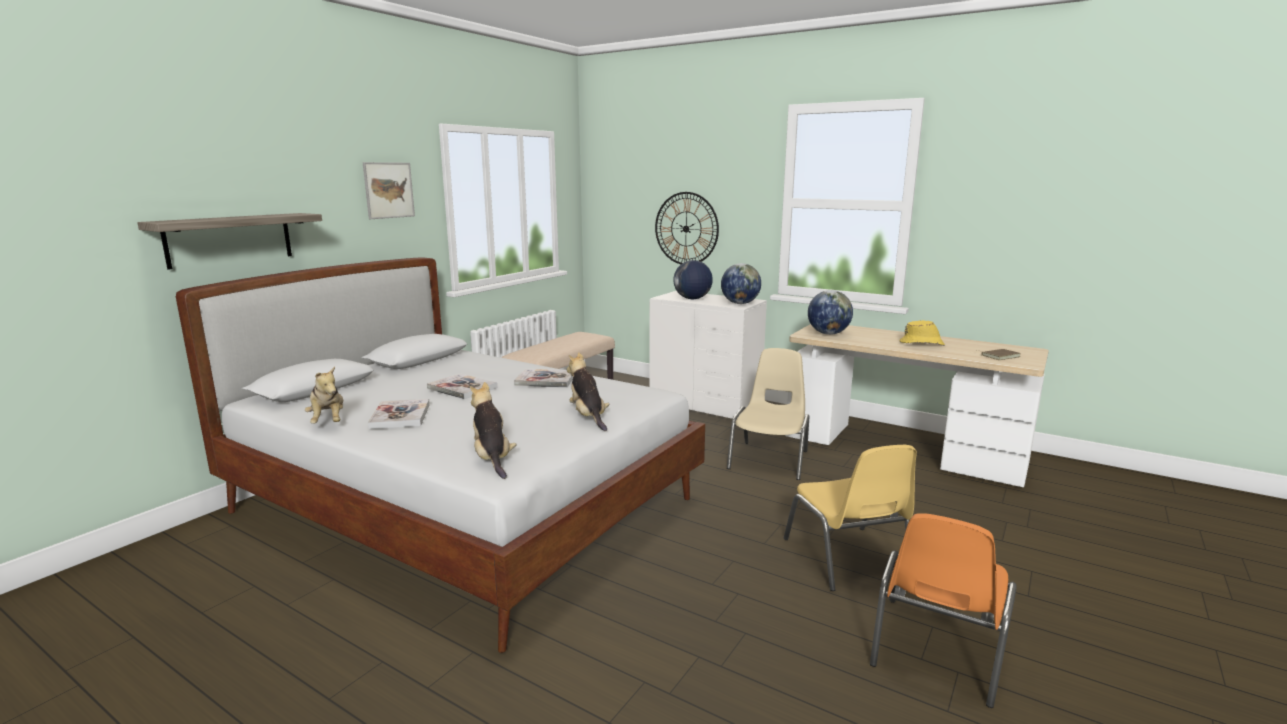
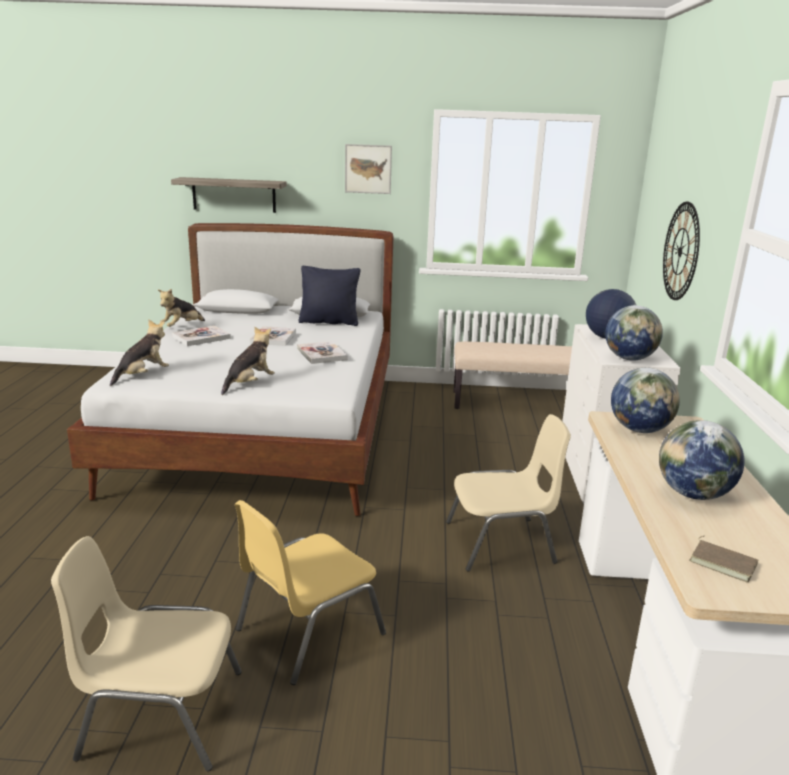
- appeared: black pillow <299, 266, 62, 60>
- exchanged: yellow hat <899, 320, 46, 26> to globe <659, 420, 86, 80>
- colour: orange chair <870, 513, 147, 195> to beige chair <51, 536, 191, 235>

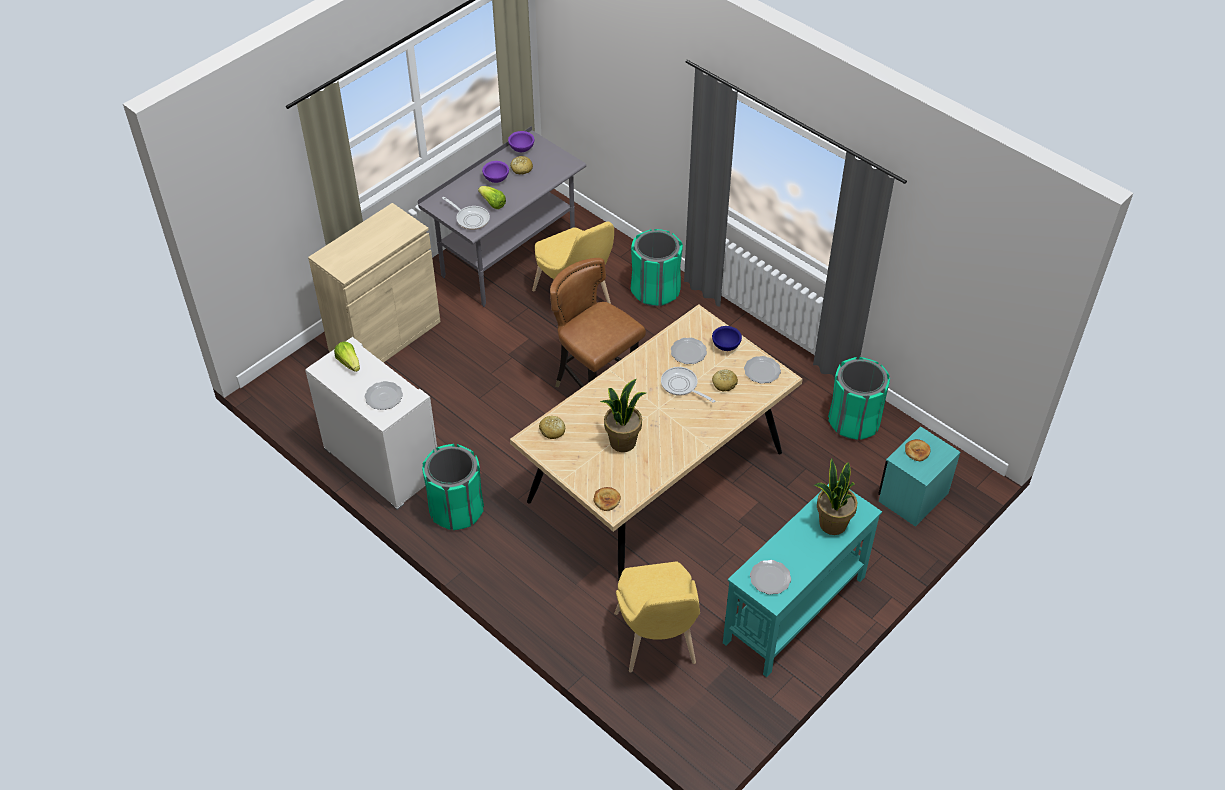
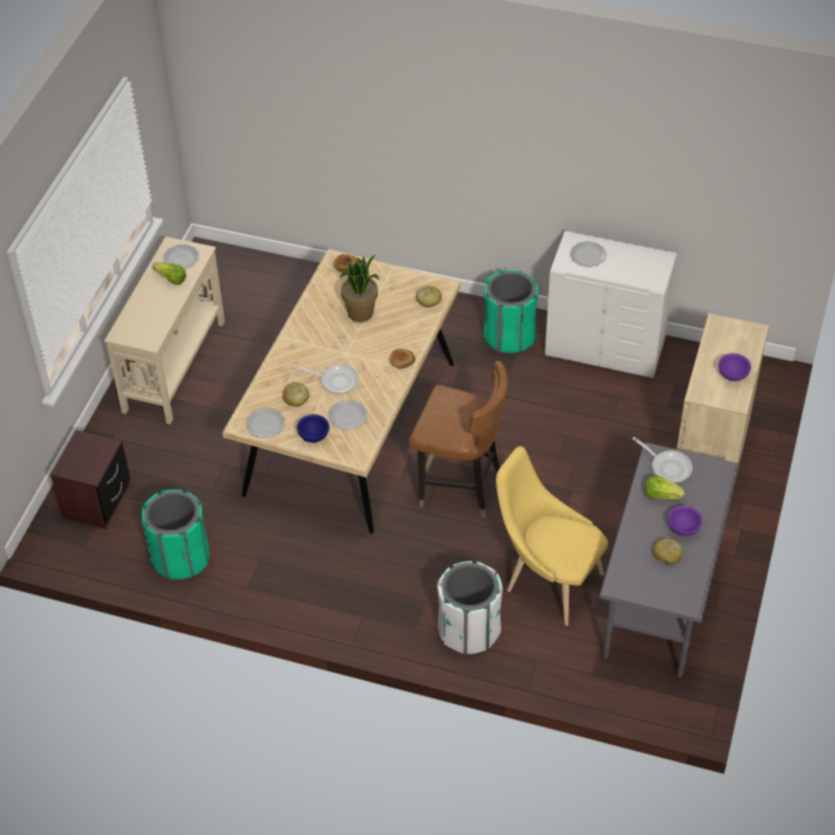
- missing: yellow chair <614, 562, 86, 111>
- missing: potted plant <814, 458, 43, 77>
- relocated: lettuce <334, 342, 26, 30> to <153, 262, 33, 23>
- relocated: purple bowl <508, 131, 26, 21> to <718, 353, 33, 28>
- relocated: bread <905, 439, 26, 22> to <389, 349, 27, 20>
- colour: green trash can <631, 229, 52, 77> to white trash can <437, 561, 66, 93>
- colour: turquoise console table <723, 484, 159, 193> to beige console table <104, 237, 121, 187>
- colour: turquoise nightstand <878, 426, 82, 101> to brown nightstand <50, 430, 80, 99>
- spun: frying pan <442, 197, 48, 33> = <632, 437, 61, 46> 150 degrees counterclockwise

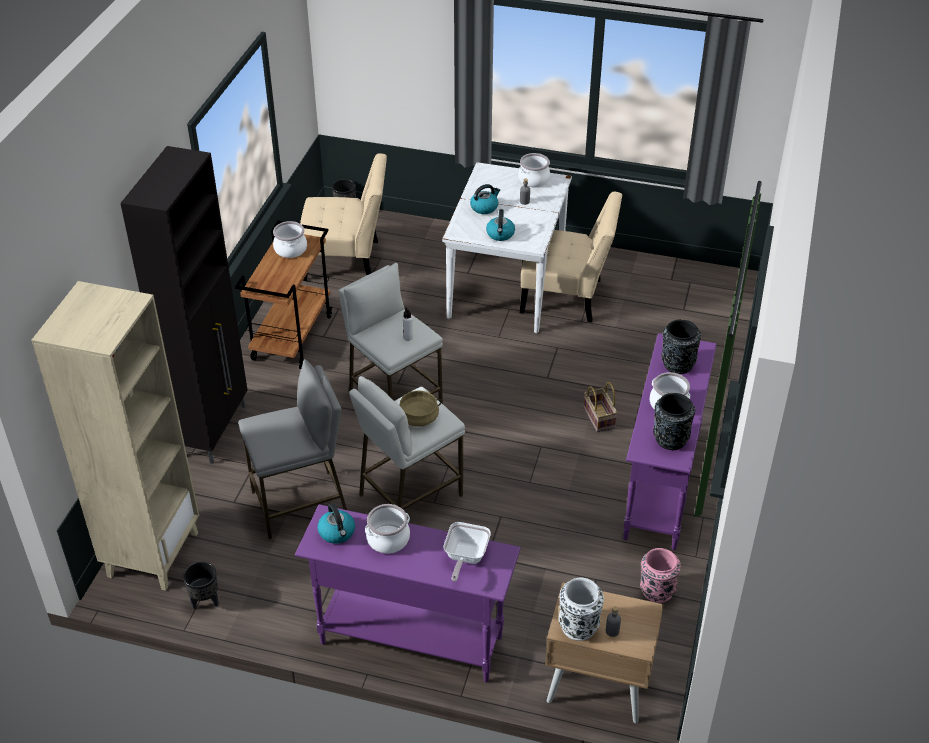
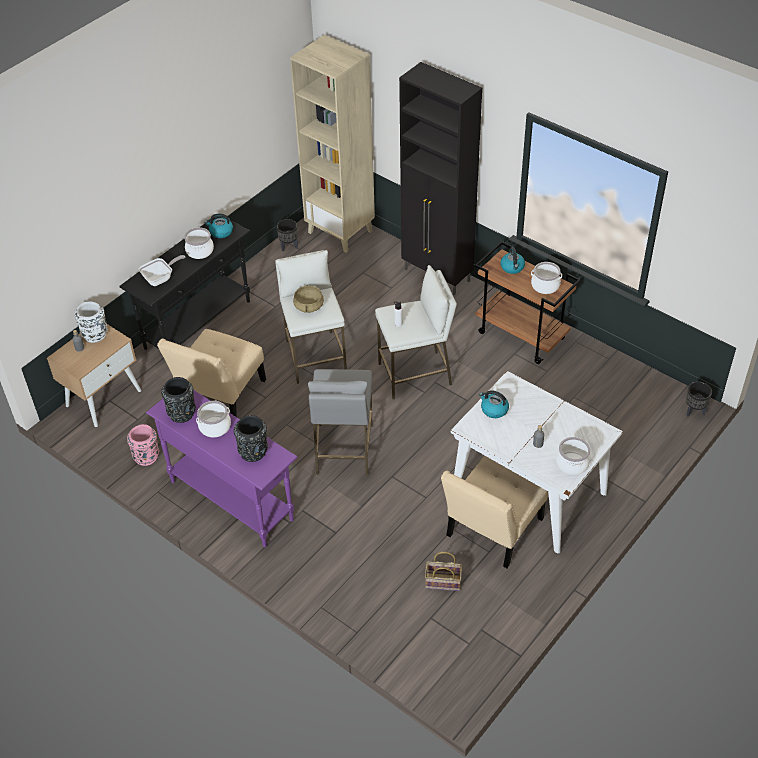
- relocated: grey stool <238, 359, 109, 180> to <308, 369, 64, 107>
- relocated: beige chair <300, 153, 87, 128> to <157, 329, 109, 88>
- relocated: kettle <470, 184, 30, 30> to <500, 247, 25, 27>
- relocated: basket <584, 382, 34, 50> to <425, 552, 37, 39>
- colour: purple console table <295, 504, 226, 179> to black console table <119, 213, 131, 137>
- spun: frying pan <443, 522, 48, 60> = <139, 255, 46, 31> 105 degrees clockwise

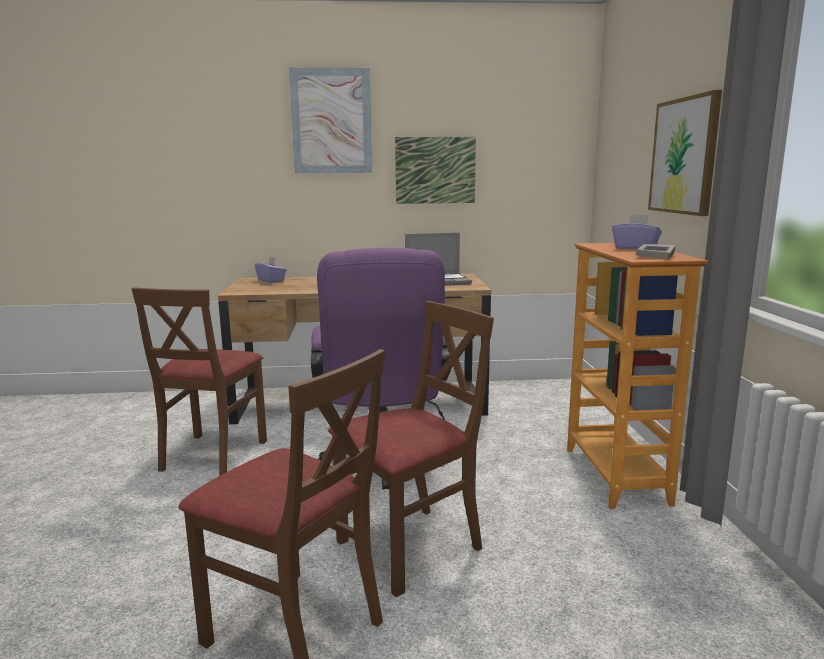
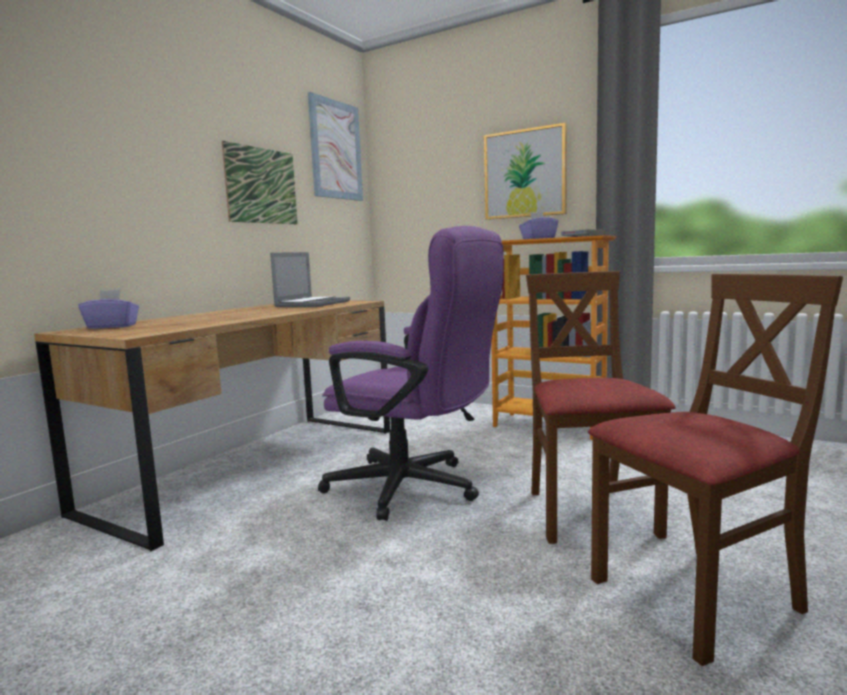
- missing: brown chair <132, 287, 135, 189>
- relocated: picture <289, 68, 83, 105> to <308, 92, 55, 109>

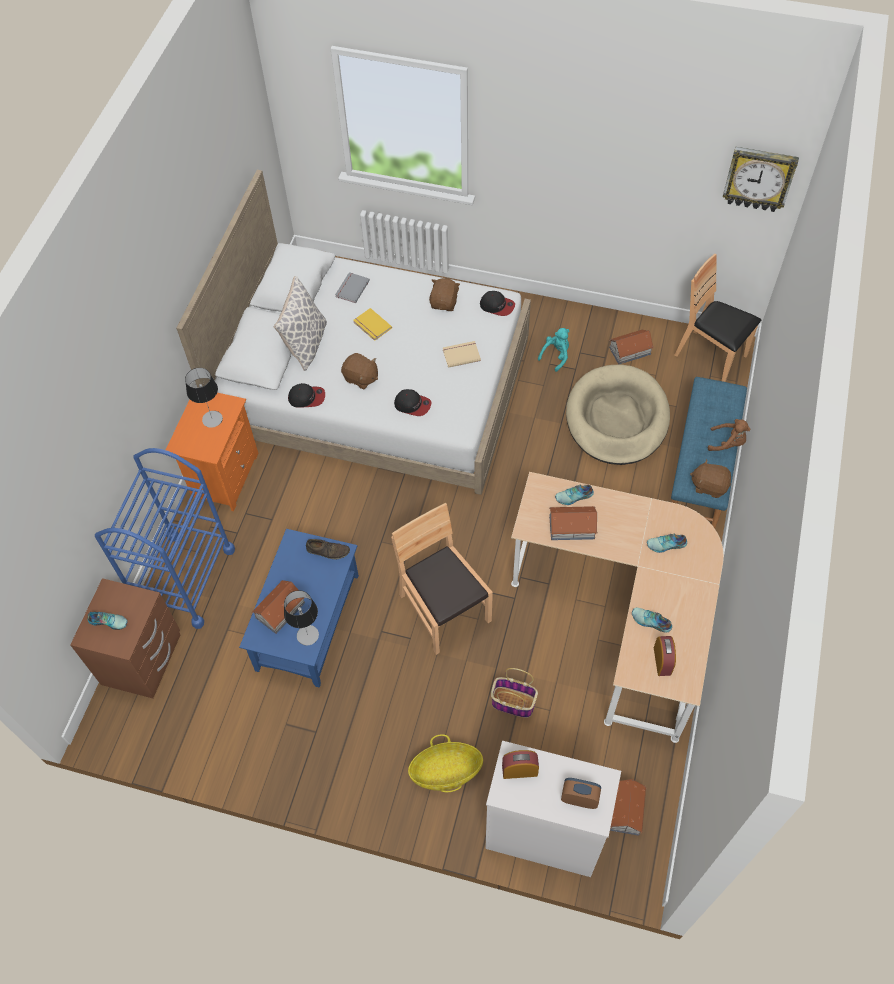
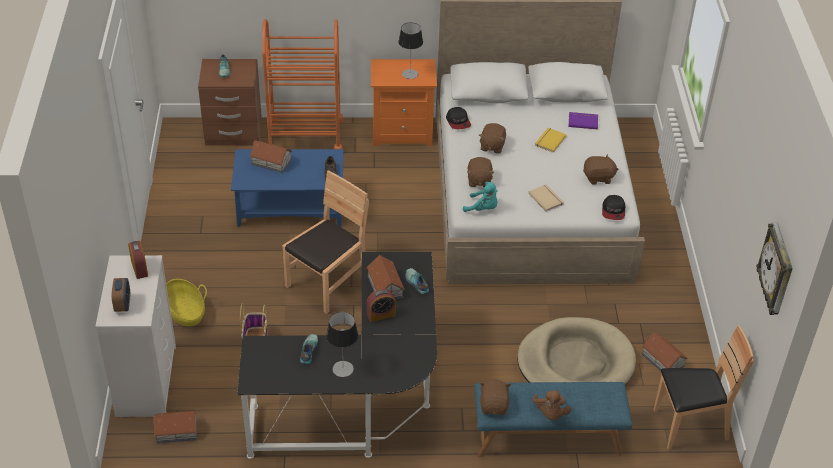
- missing: pillow <274, 276, 53, 95>
- missing: shoe <647, 534, 40, 19>
- relocated: table lamp <284, 590, 35, 55> to <326, 312, 32, 65>
- relocated: turquoise plush toy <538, 328, 31, 44> to <463, 182, 34, 30>
- relocated: alarm clock <654, 636, 22, 40> to <367, 289, 29, 33>
- exchanged: cap <394, 389, 38, 27> to brown plush toy <467, 157, 27, 30>
- colour: blue cart <95, 448, 140, 181> to orange cart <262, 19, 81, 130>
- colour: grey book <335, 272, 35, 31> to purple book <569, 112, 29, 18>
- colour: beige desk <511, 472, 213, 271> to black desk <237, 252, 200, 207>
- spun: brown chair <675, 254, 86, 128> = <654, 325, 100, 125> 60 degrees clockwise

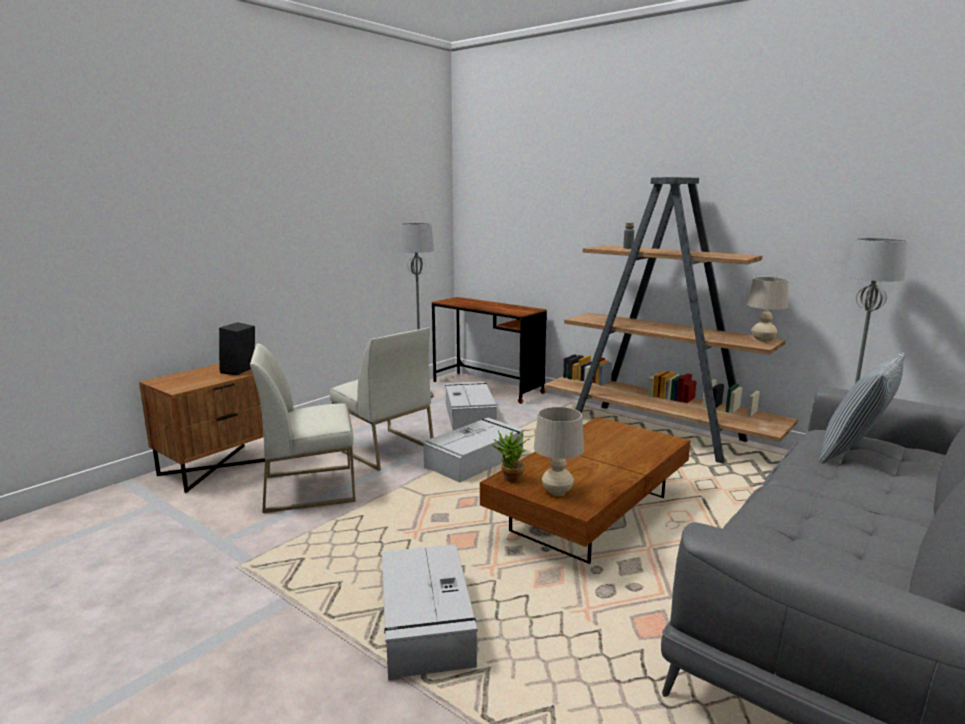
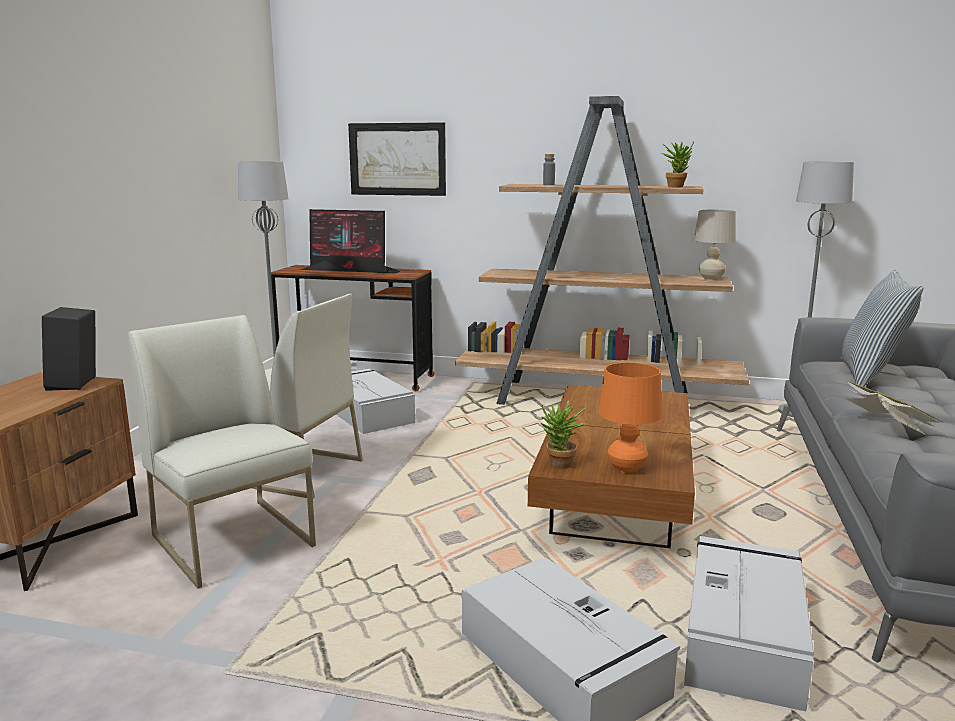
- appeared: monitor <300, 209, 101, 64>
- appeared: picture <348, 122, 98, 74>
- appeared: potted plant <662, 142, 32, 45>
- appeared: book <844, 381, 99, 54>
- relocated: grey storage box <423, 418, 101, 65> to <684, 536, 130, 175>
- colour: beige table lamp <534, 407, 50, 89> to orange table lamp <598, 362, 64, 111>
- spun: white chair <250, 344, 106, 169> = <128, 315, 188, 274> 90 degrees clockwise

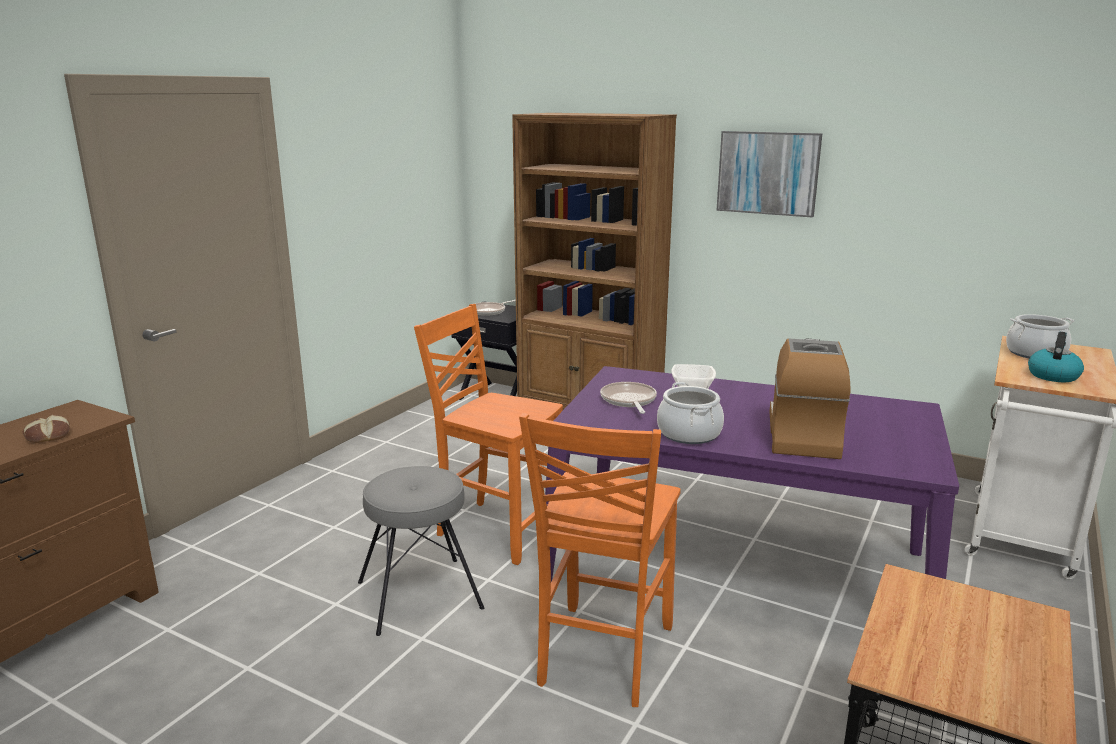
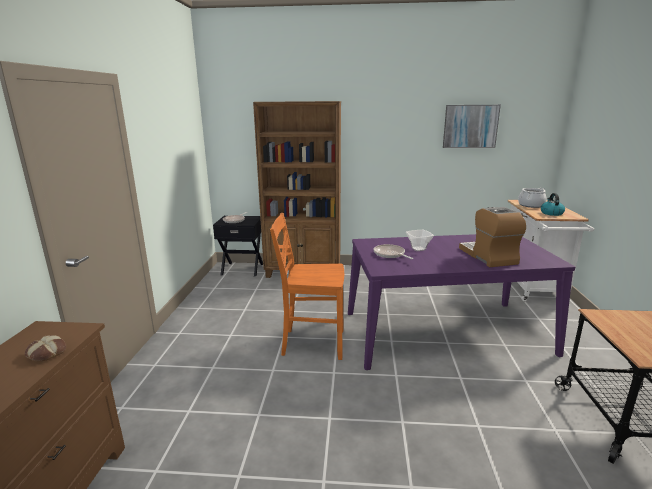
- missing: grey stool <358, 466, 126, 170>
- missing: orange chair <519, 413, 162, 294>
- missing: cooking pot <657, 382, 67, 62>
- relocated: picture <716, 131, 106, 86> to <443, 105, 58, 43>

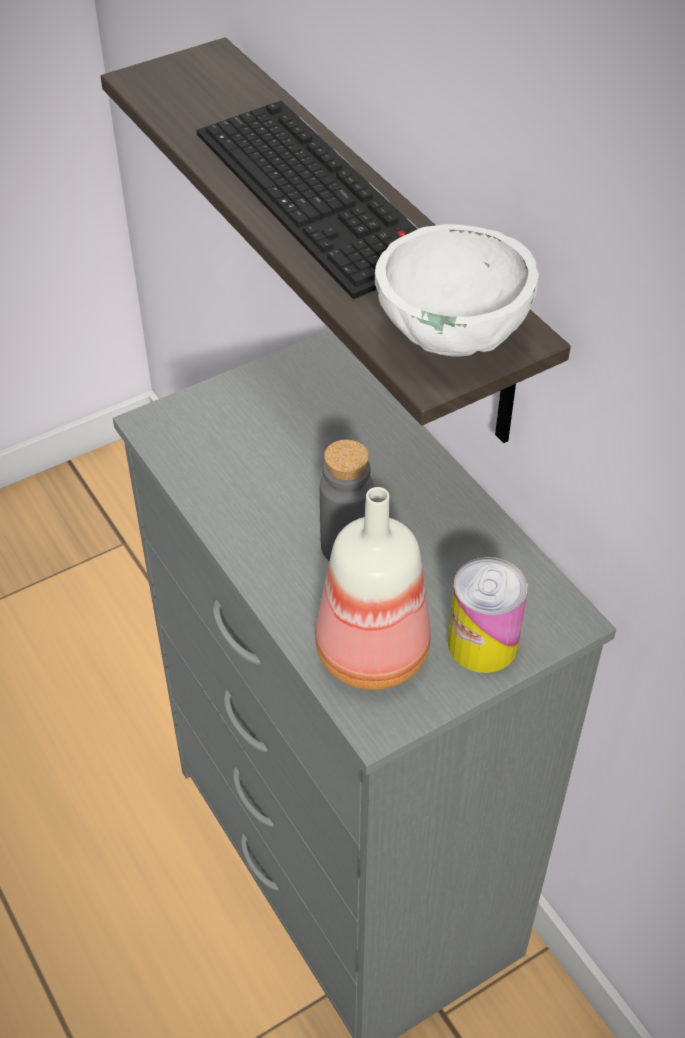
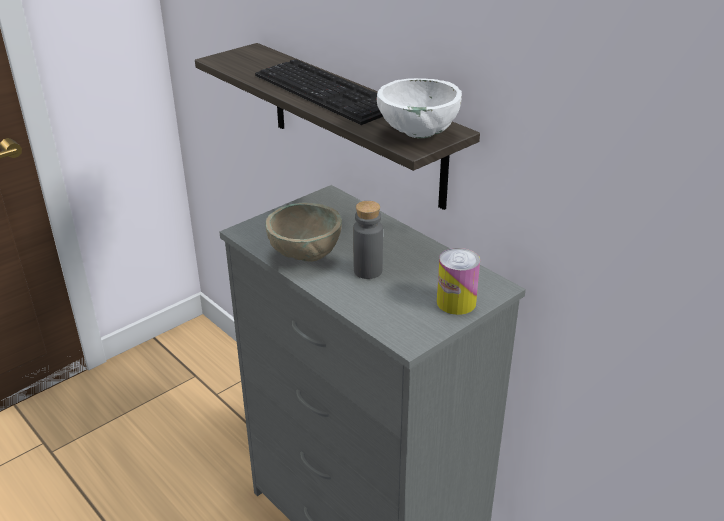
- missing: bottle <315, 487, 115, 203>
- appeared: beige bowl <266, 203, 76, 58>

